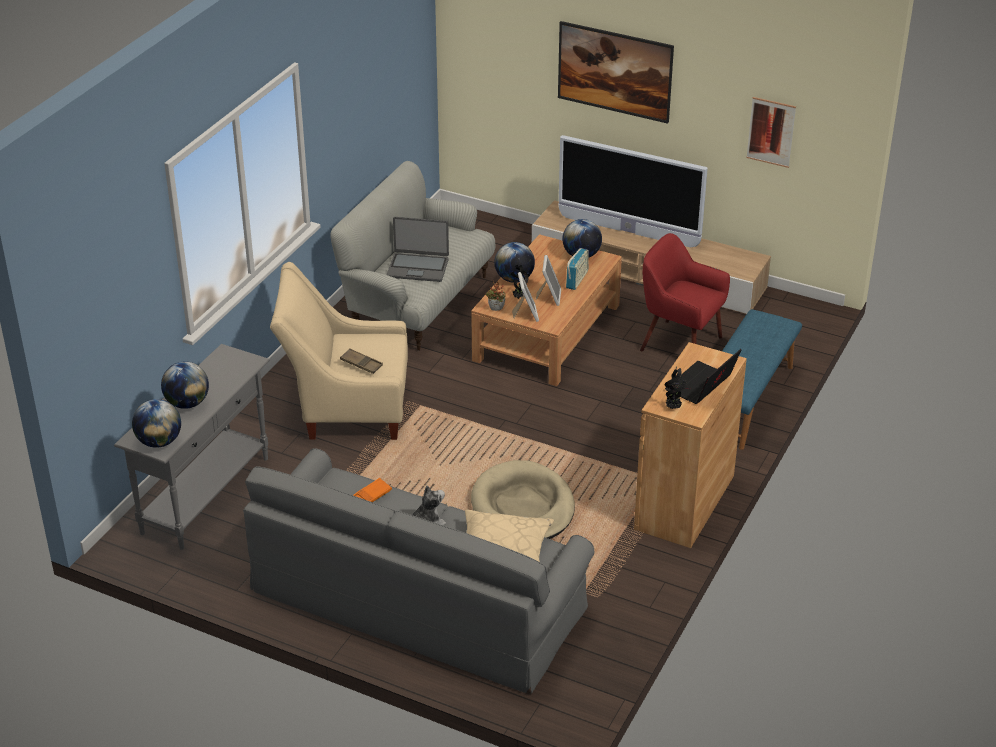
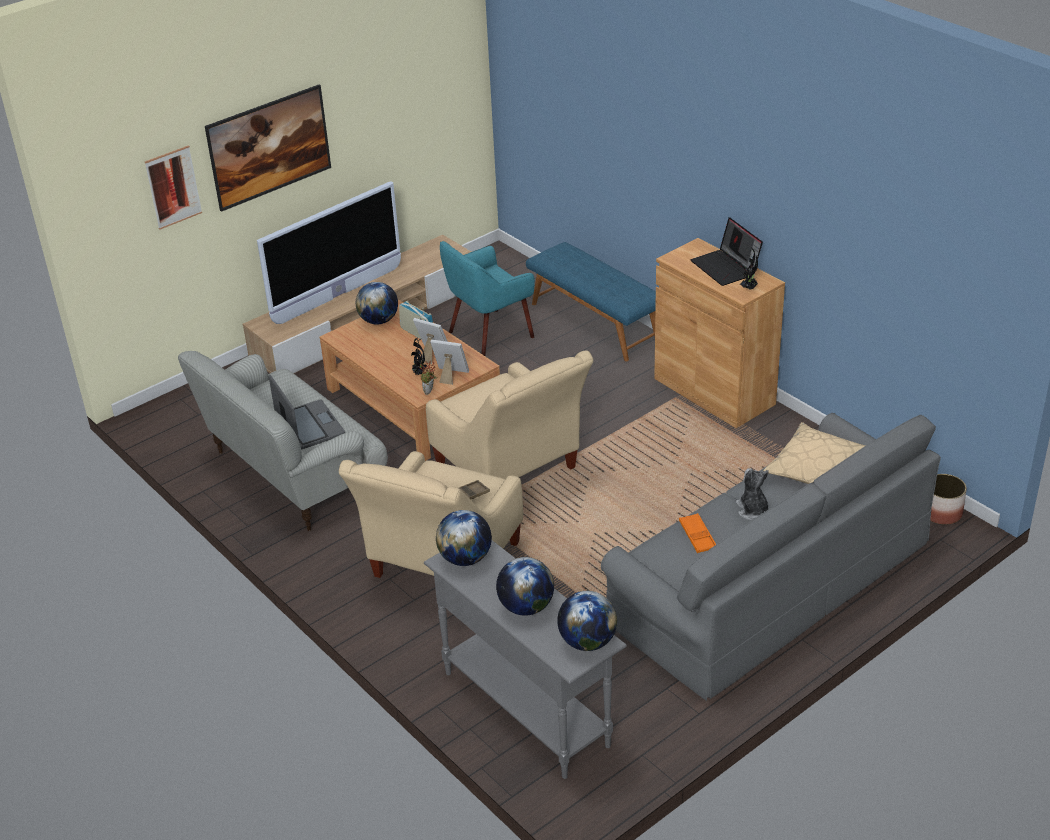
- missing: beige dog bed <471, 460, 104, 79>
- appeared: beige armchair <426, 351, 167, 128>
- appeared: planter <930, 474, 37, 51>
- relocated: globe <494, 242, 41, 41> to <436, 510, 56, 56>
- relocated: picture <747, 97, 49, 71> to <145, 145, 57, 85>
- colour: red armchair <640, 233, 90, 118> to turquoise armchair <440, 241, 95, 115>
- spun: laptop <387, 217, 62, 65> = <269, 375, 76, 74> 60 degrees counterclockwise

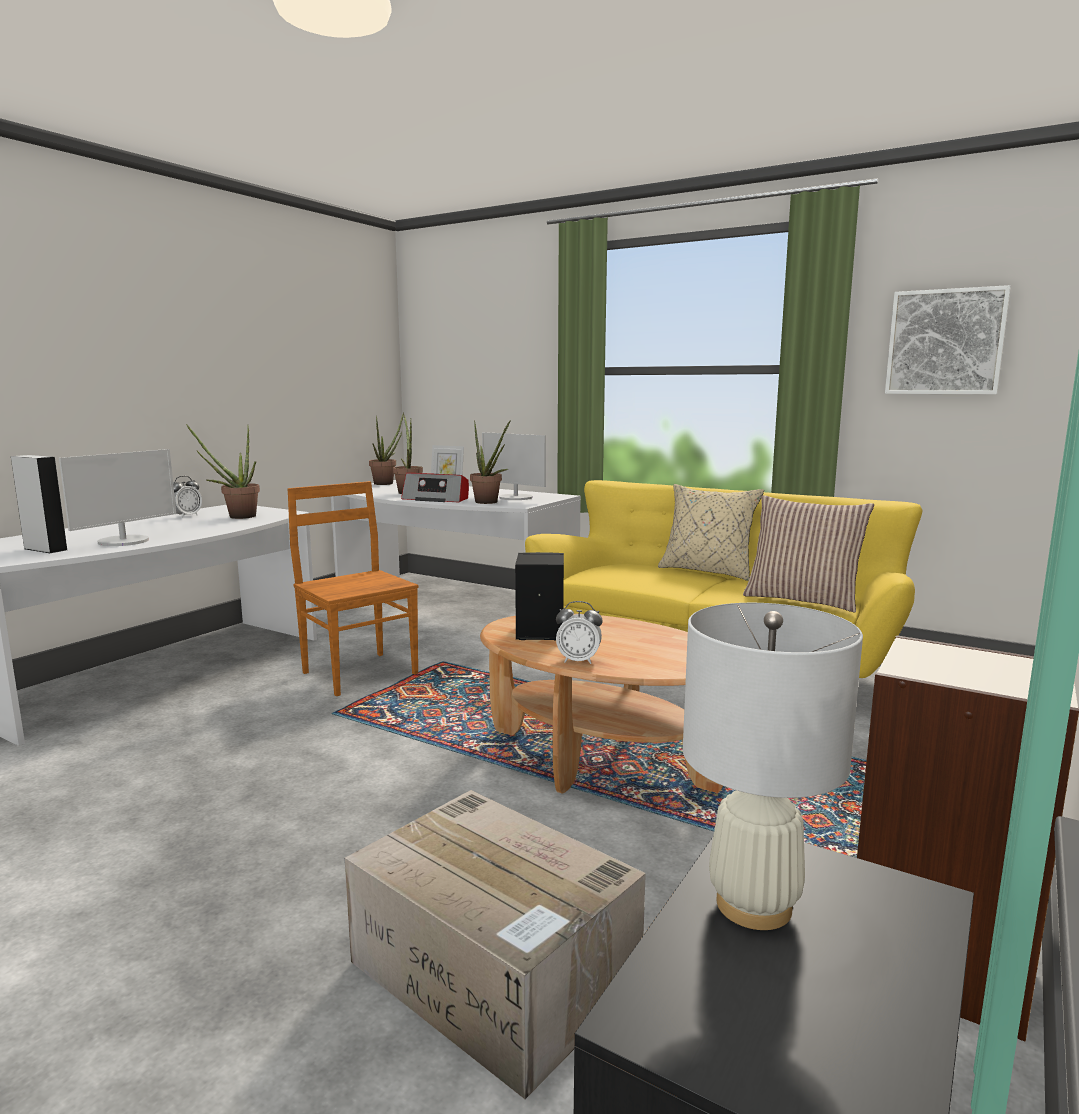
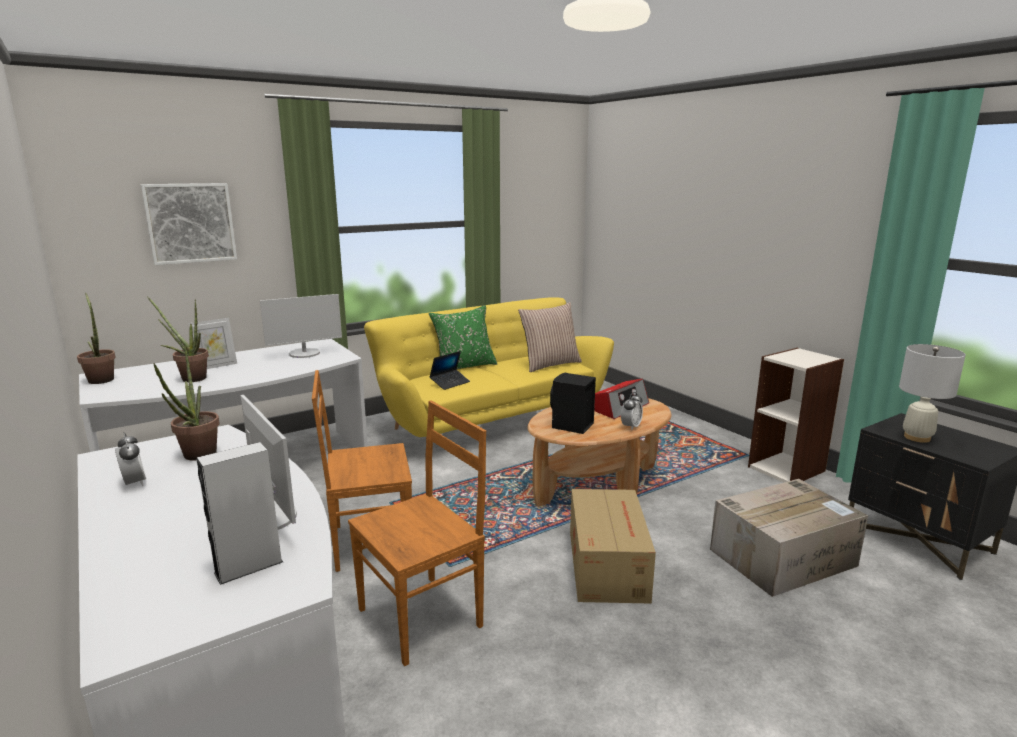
- missing: potted plant <470, 420, 41, 84>
- appeared: brown chair <348, 400, 138, 266>
- appeared: laptop <429, 351, 41, 39>
- appeared: cardboard box <570, 489, 86, 115>
- relocated: radio <401, 473, 68, 30> to <594, 379, 55, 40>
- relocated: picture <885, 285, 126, 110> to <141, 183, 96, 82>
- colour: beige pillow <658, 484, 106, 97> to green pillow <429, 305, 68, 64>

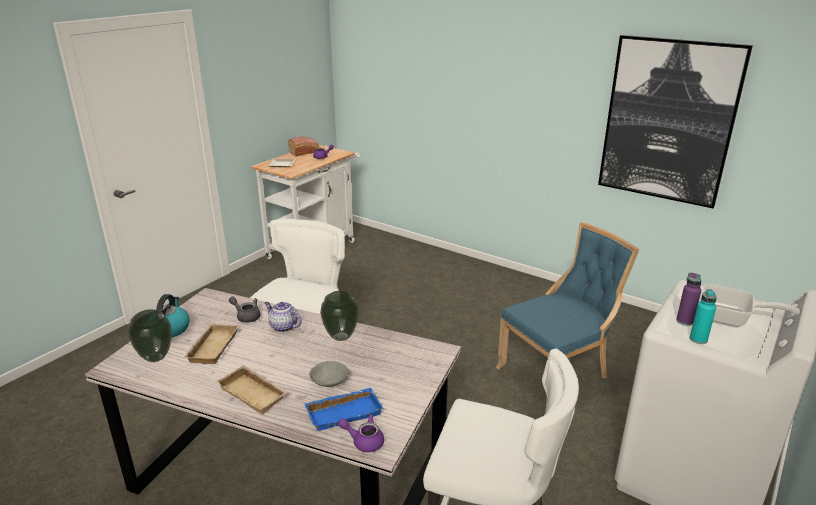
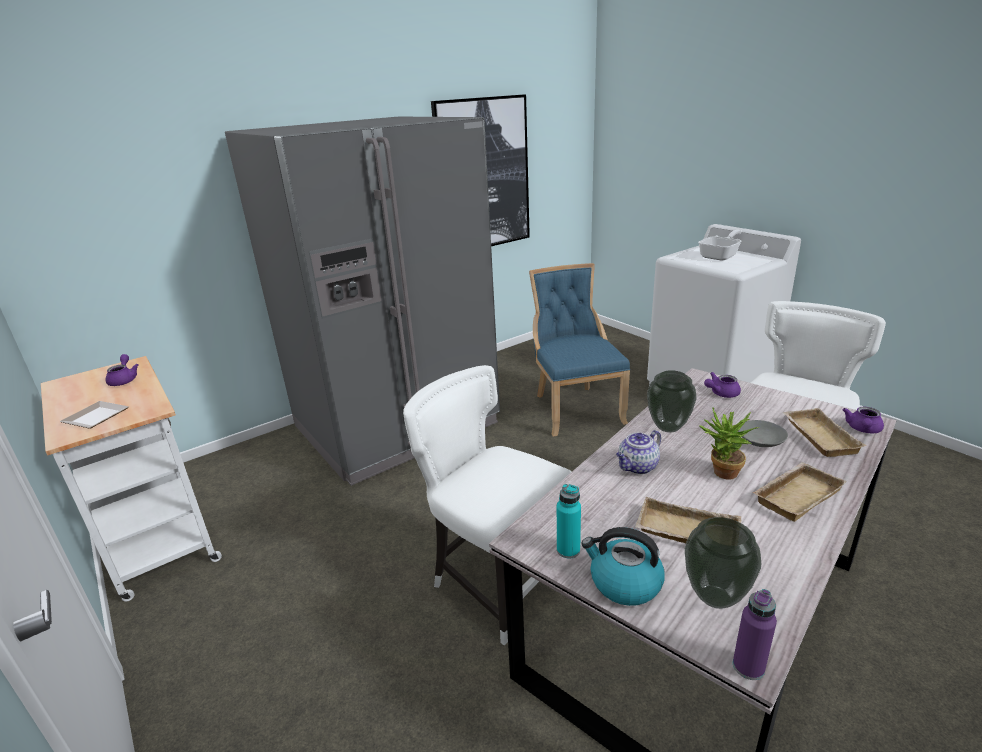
- missing: grey teapot <229, 297, 32, 26>
- missing: bread <288, 137, 31, 19>
- appeared: grey fridge <225, 117, 275, 369>
- appeared: potted plant <699, 407, 60, 73>
- appeared: purple teapot <704, 372, 37, 26>
- relocated: purple bottle <676, 273, 25, 53> to <733, 589, 44, 91>
- relocated: turquoise bottle <690, 289, 27, 55> to <557, 484, 24, 75>
- colour: blue tray <304, 388, 79, 43> to beige tray <783, 408, 84, 49>

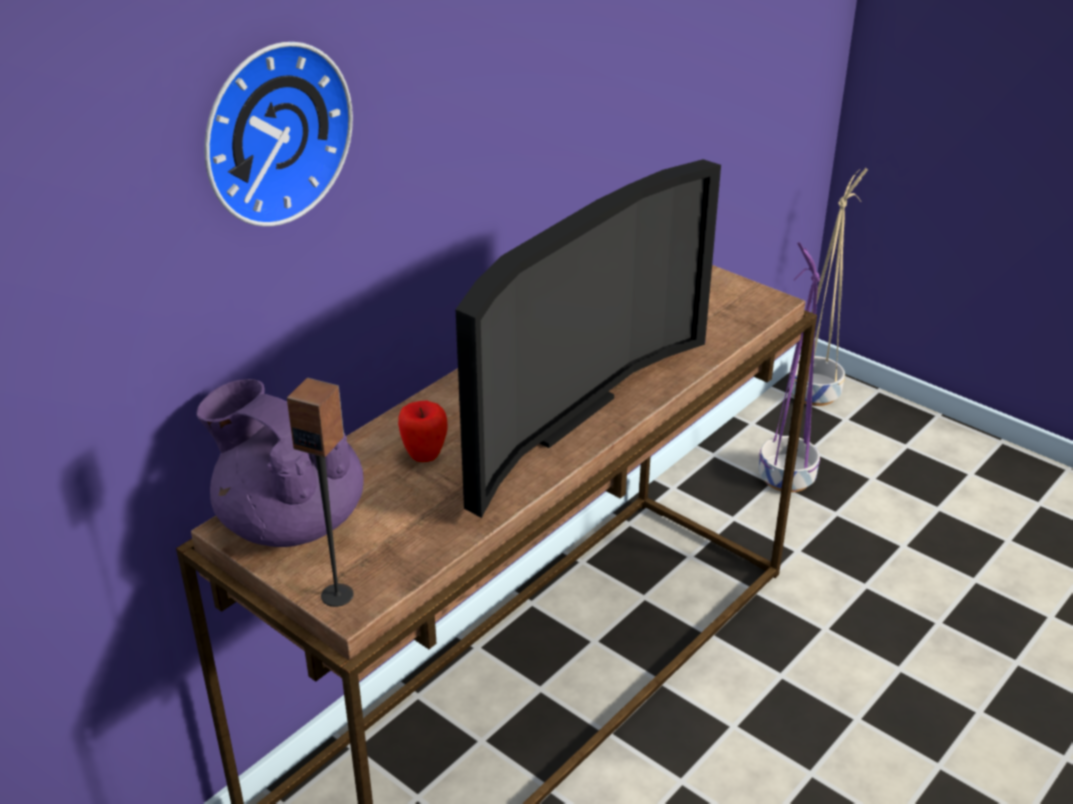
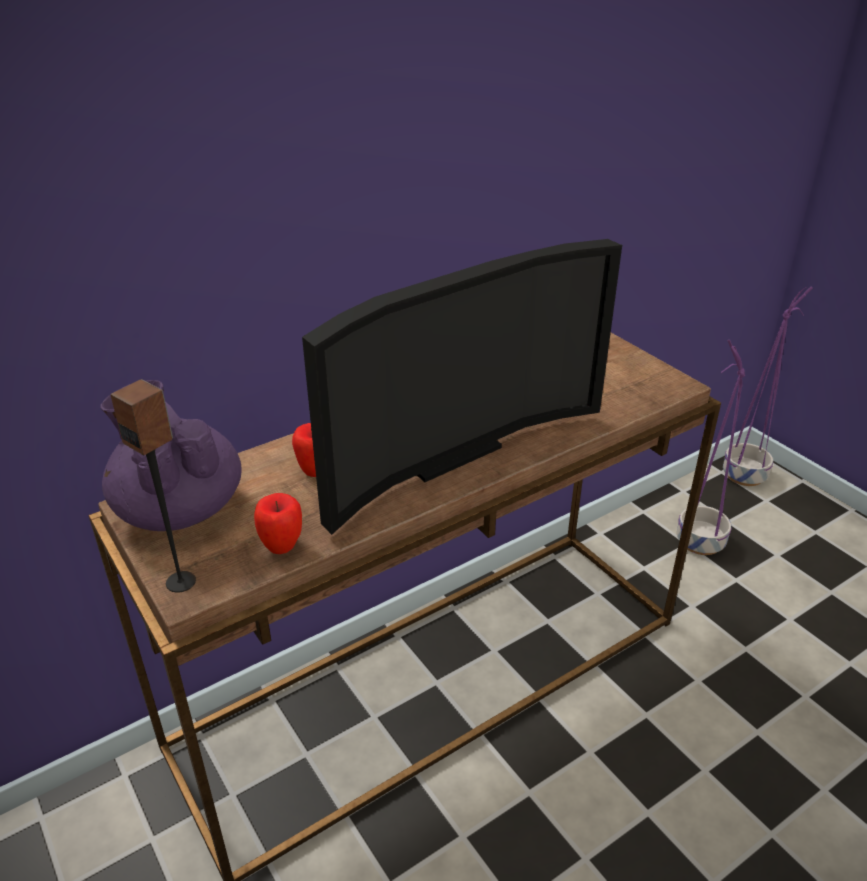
- missing: wall clock <204, 42, 149, 185>
- appeared: apple <254, 493, 48, 61>
- colour: beige planter <789, 168, 79, 238> to purple planter <723, 286, 90, 200>

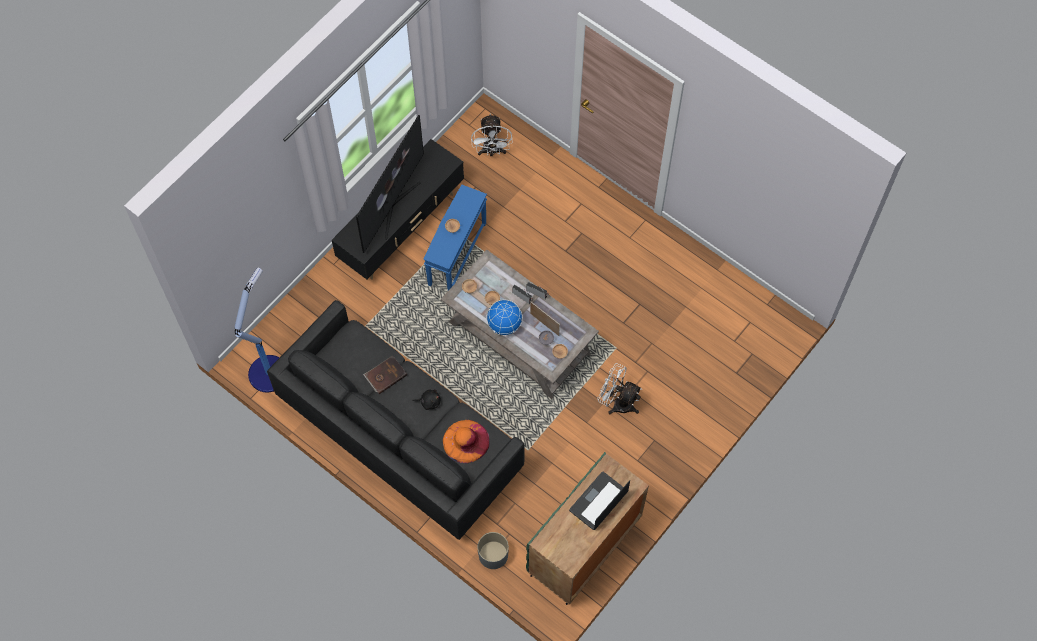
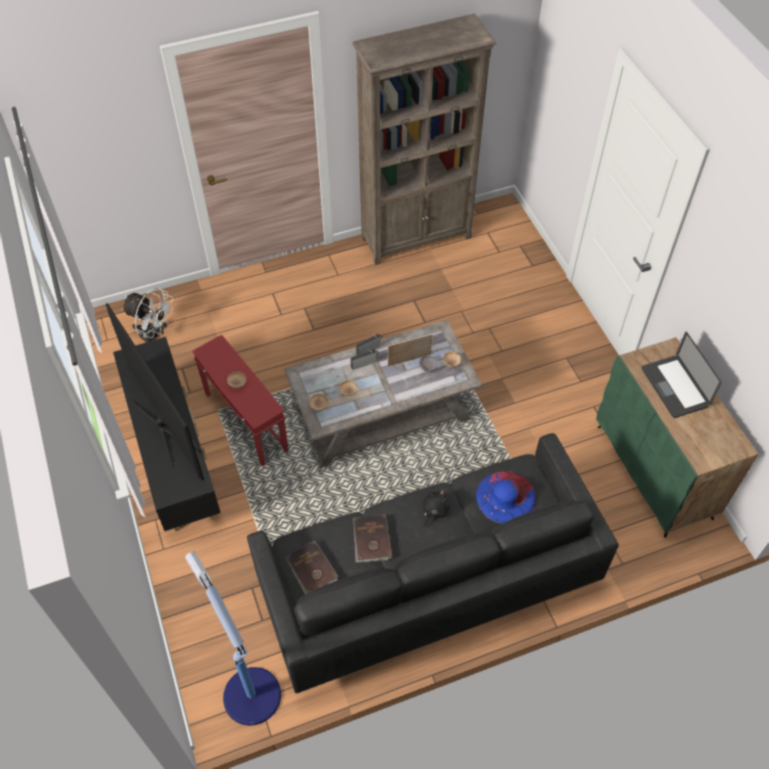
- missing: grey planter <477, 532, 32, 37>
- missing: globe <486, 300, 37, 36>
- missing: white fan <597, 363, 45, 52>
- appeared: brown book <285, 540, 54, 55>
- appeared: brown bookcase <352, 14, 144, 251>
- colour: blue side table <423, 185, 64, 105> to red side table <192, 335, 96, 132>
- colour: orange hat <443, 420, 47, 44> to blue hat <476, 471, 60, 53>

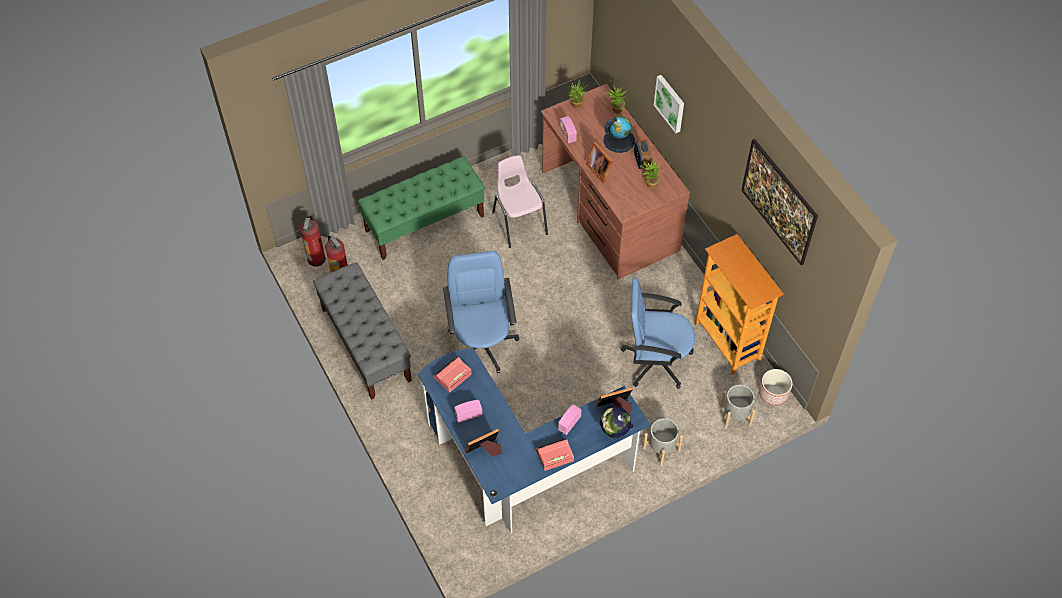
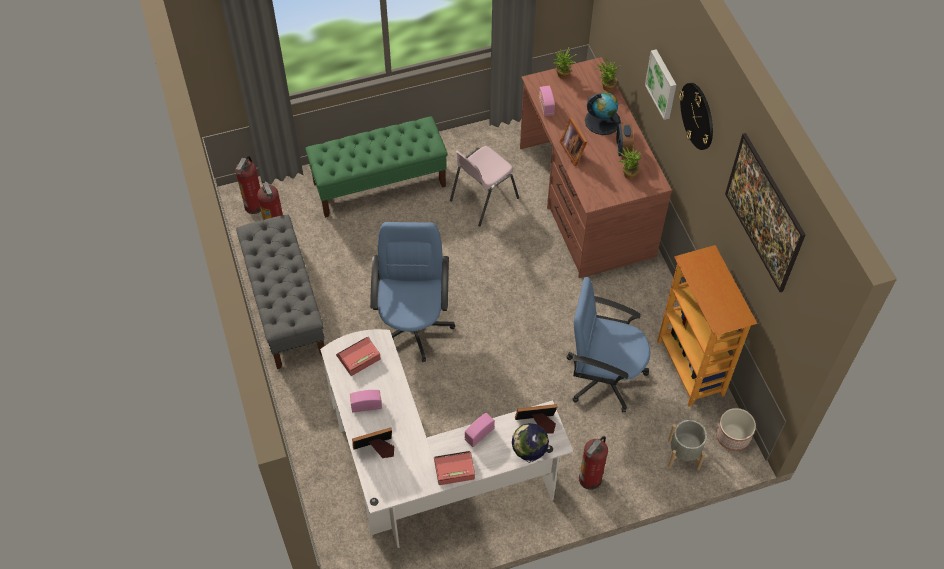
- appeared: wall clock <679, 83, 34, 67>
- exchanged: grey planter <643, 418, 40, 48> to fire extinguisher <579, 436, 29, 54>
- colour: blue desk <418, 348, 233, 185> to white desk <320, 329, 254, 219>
- spun: pink chair <492, 155, 56, 93> = <450, 146, 69, 80> 120 degrees counterclockwise

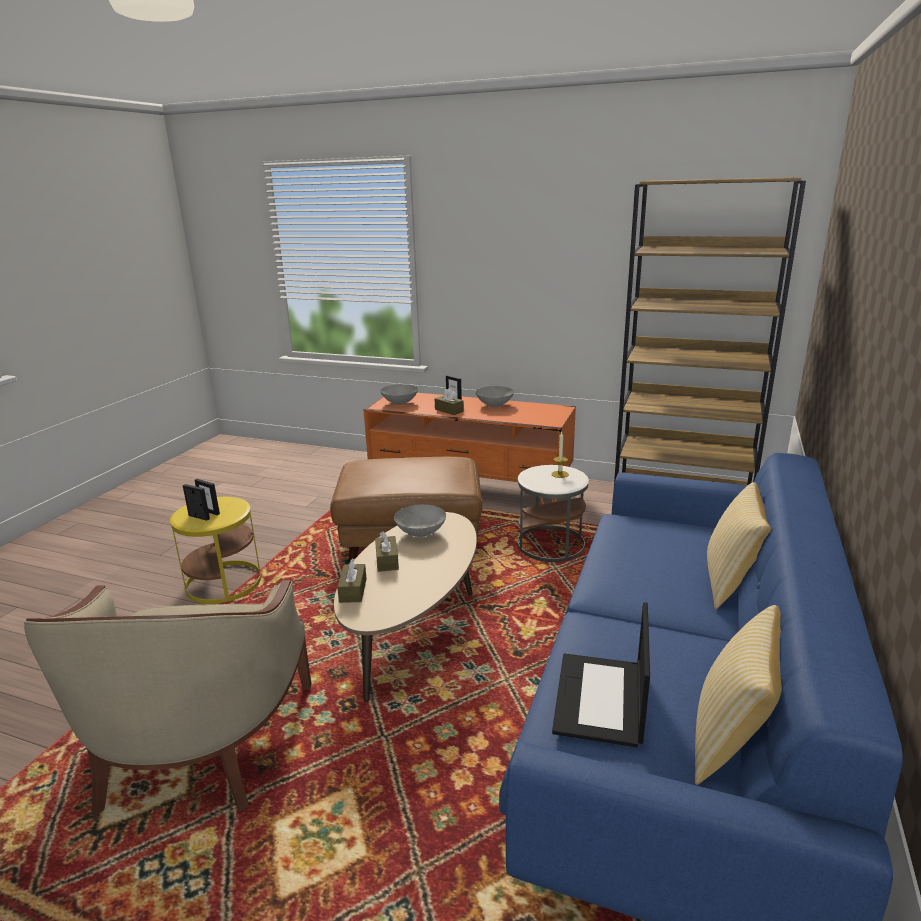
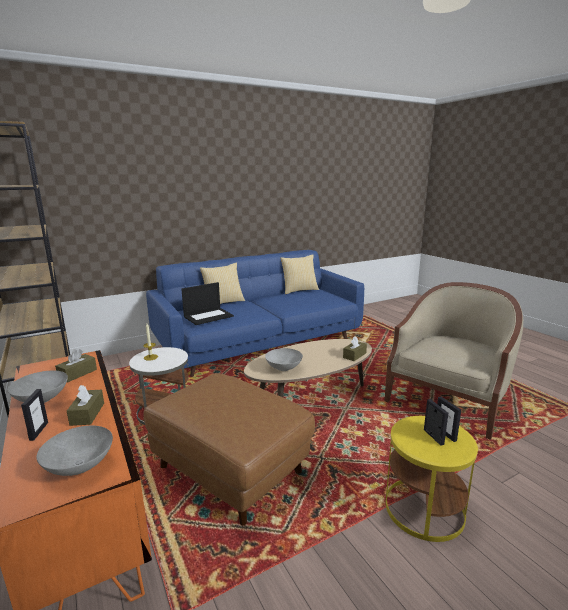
- relocated: brown tissue box <375, 532, 24, 40> to <55, 349, 42, 33>
- relocated: laptop <552, 602, 98, 145> to <181, 282, 53, 43>

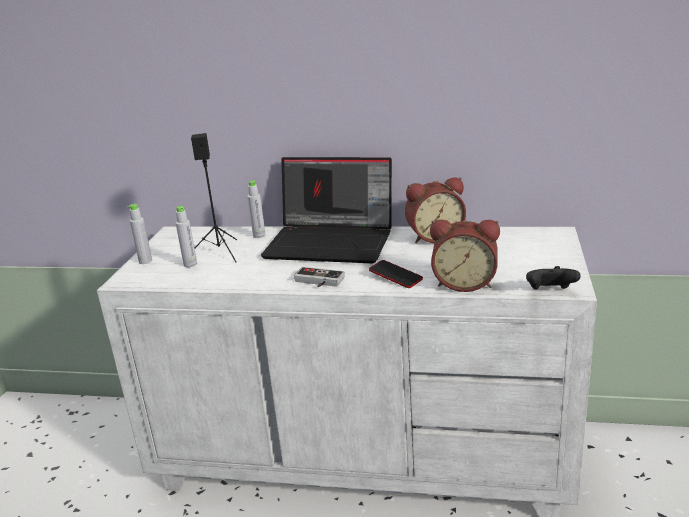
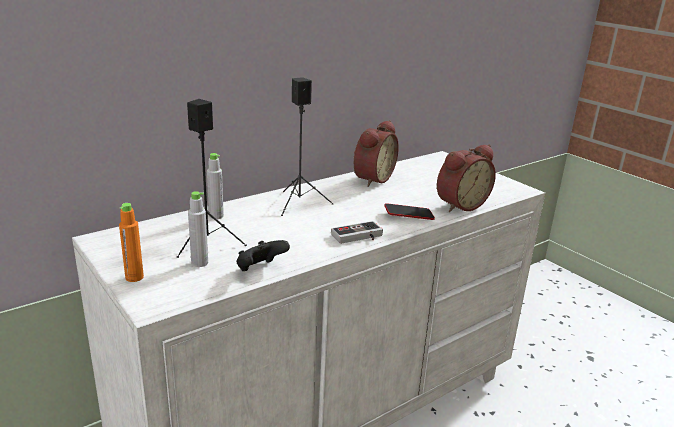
- relocated: black game controller <526, 266, 55, 24> to <237, 240, 53, 31>
- exchanged: laptop <261, 157, 131, 106> to black speaker <281, 77, 53, 139>
- colour: grey bottle <127, 204, 25, 60> to orange bottle <119, 203, 25, 79>

